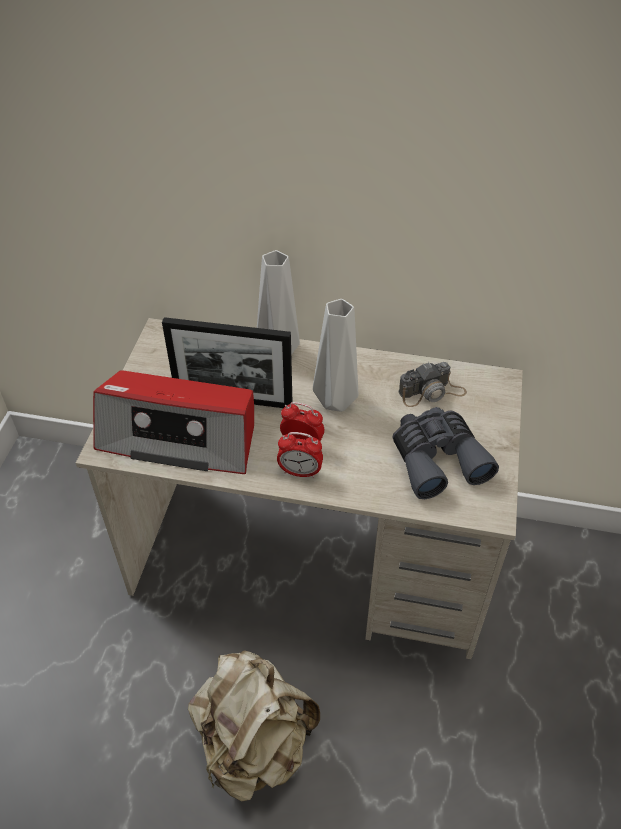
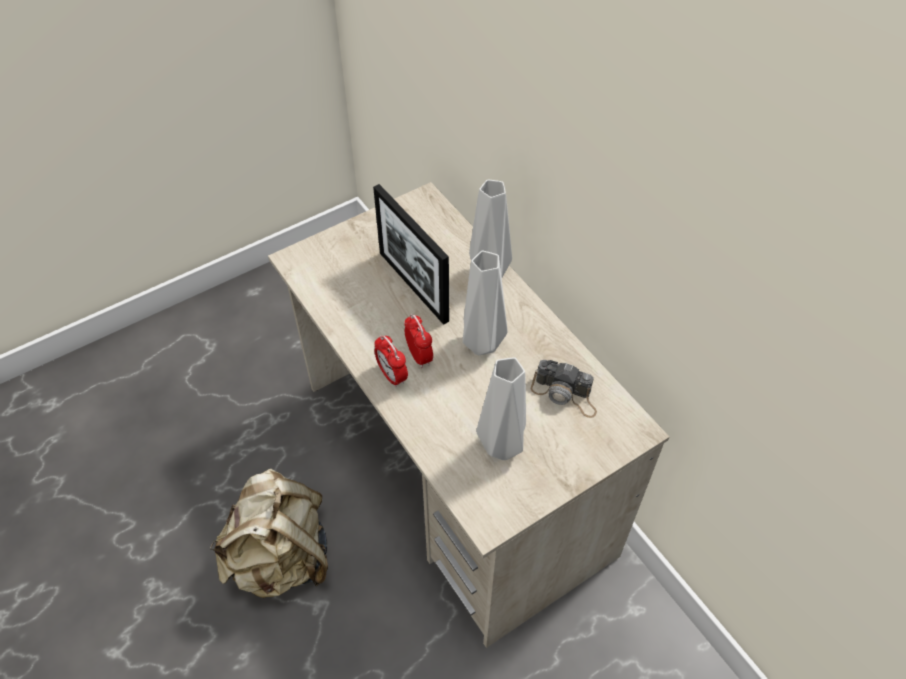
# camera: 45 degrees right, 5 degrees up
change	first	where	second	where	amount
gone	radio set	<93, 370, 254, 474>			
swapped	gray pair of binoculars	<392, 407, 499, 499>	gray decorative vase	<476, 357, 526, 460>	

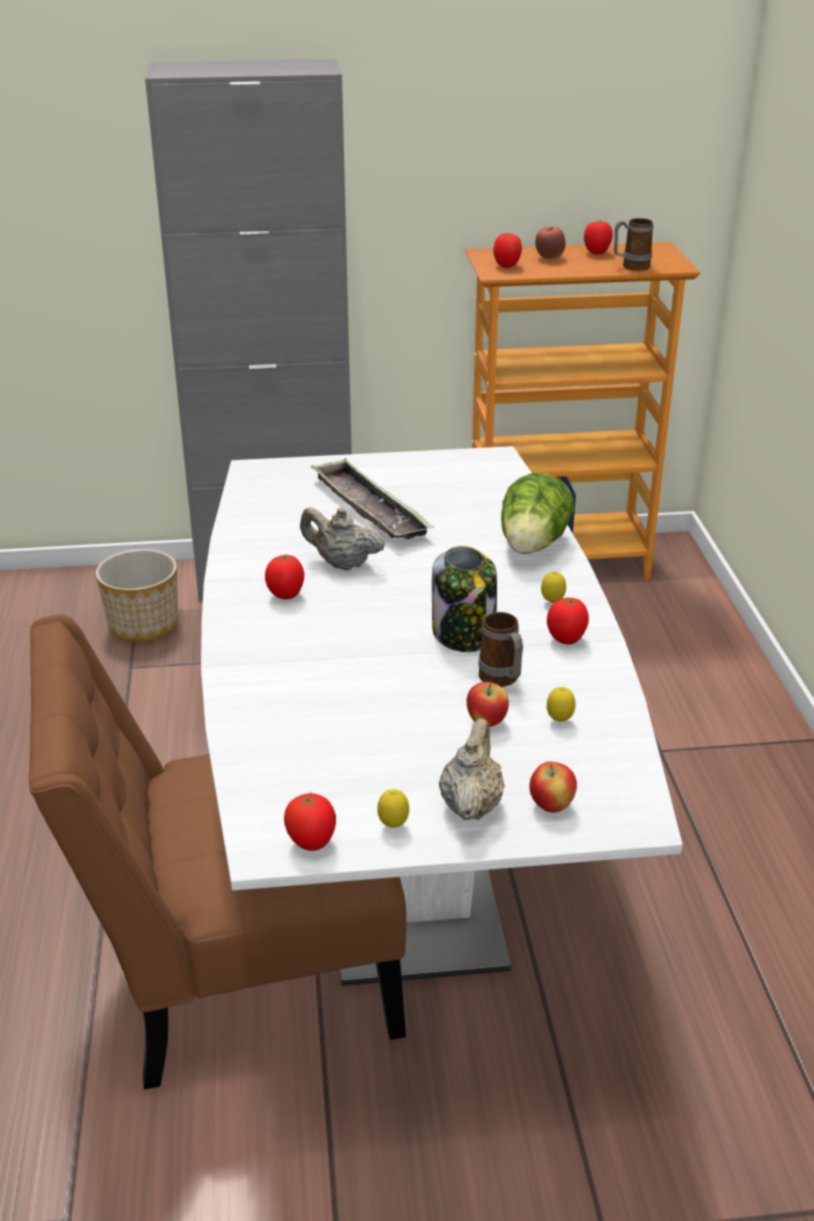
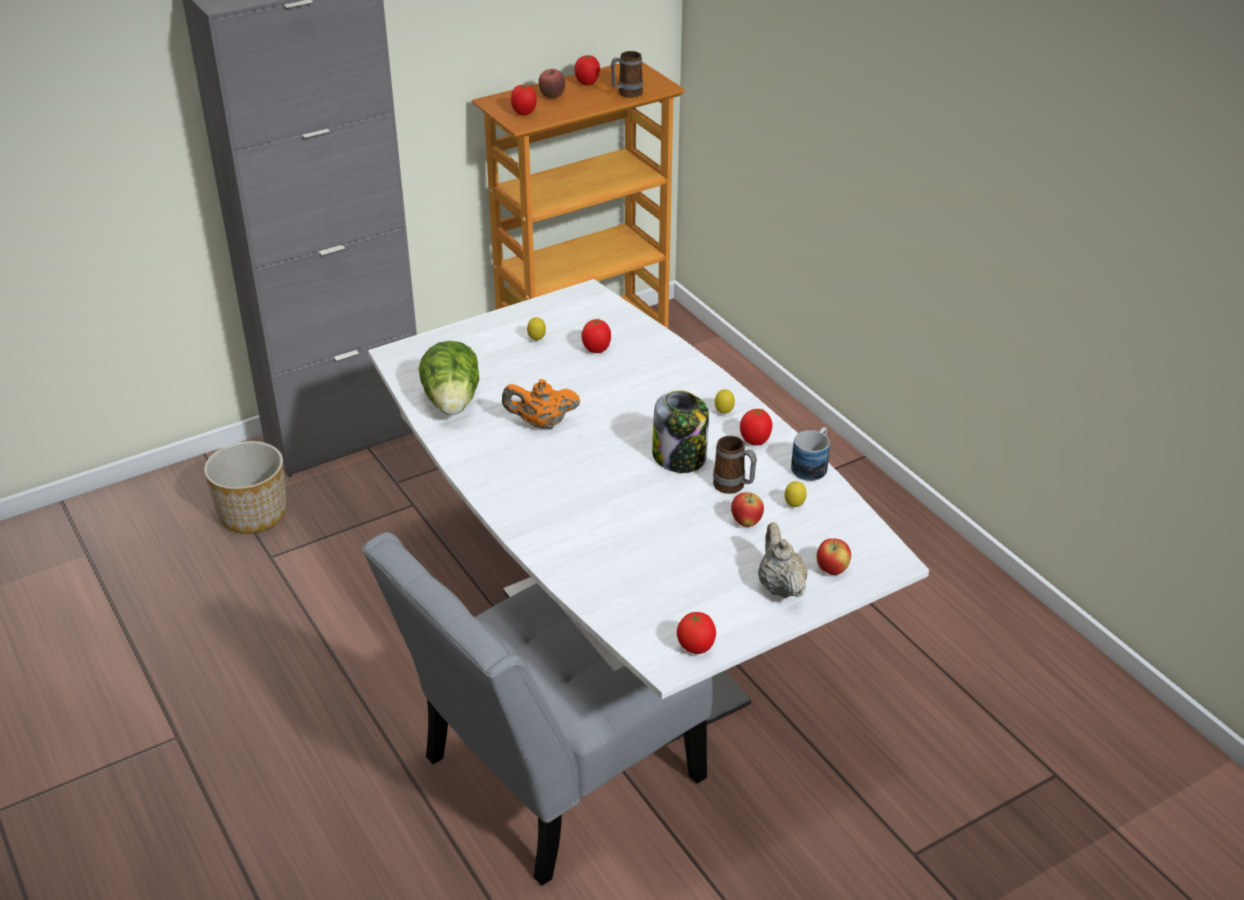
# camera: 25 degrees left, 5 degrees up
change	first	where	second	where	amount
gone	carrying tray	<311, 458, 434, 539>			
shifted	lettuce	<501, 473, 574, 554>		<419, 341, 479, 415>	
repainted	beige-coloured teapot	<300, 507, 385, 571>	orange teapot	<502, 379, 580, 429>	
shifted	tomato	<265, 555, 304, 599>		<581, 319, 611, 353>	
repainted	brownish plain chair	<29, 614, 406, 1090>	gray plain chair	<362, 532, 713, 886>	
shifted	lemon	<377, 789, 409, 828>		<527, 317, 546, 341>	
new			coffee mug	<791, 427, 830, 481>	

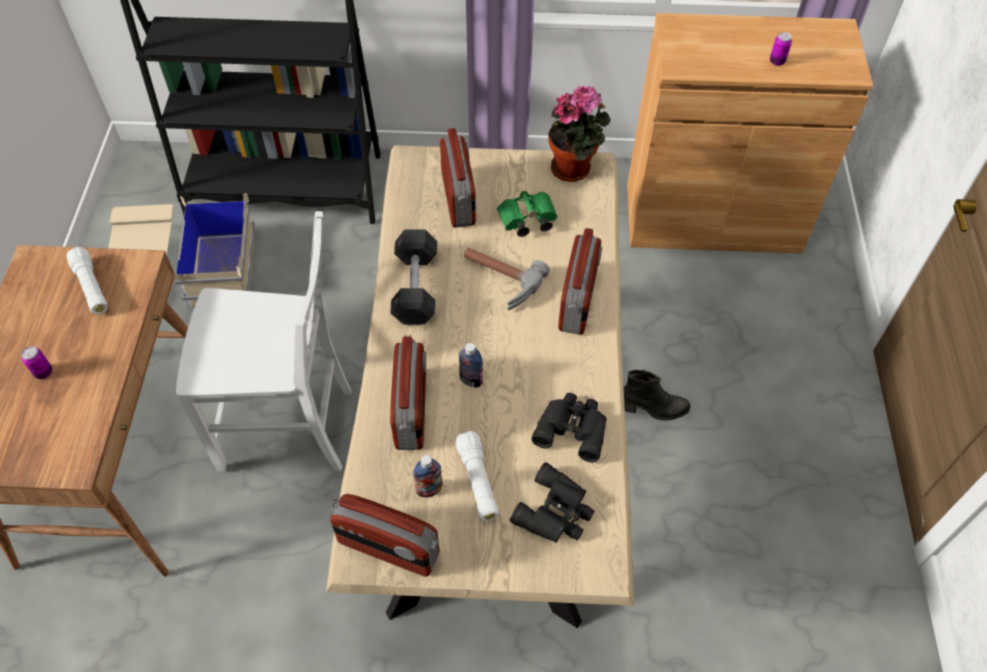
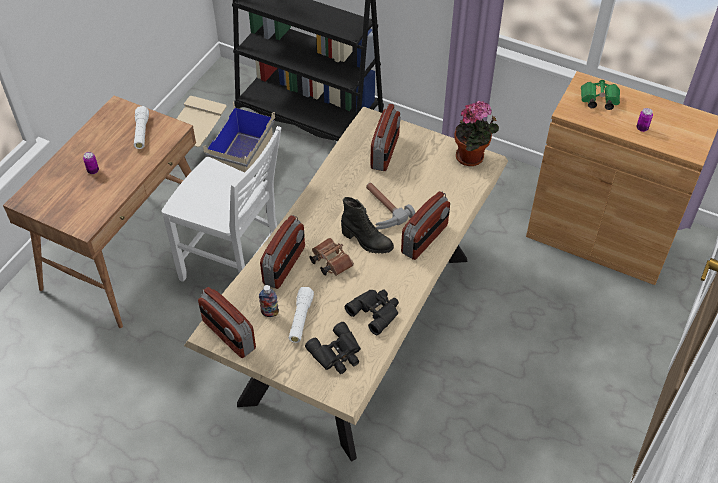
# camera: 25 degrees right, 5 degrees down
change	first	where	second	where	amount
shifted	green pair of binoculars	<497, 190, 558, 237>		<581, 79, 620, 110>	
gone	gray hand weight	<390, 229, 437, 325>			
swapped	beverage bottle	<459, 343, 483, 387>	brownish pair of binoculars	<309, 238, 354, 276>	
shifted	blackish boot	<624, 370, 691, 421>		<341, 197, 394, 254>	

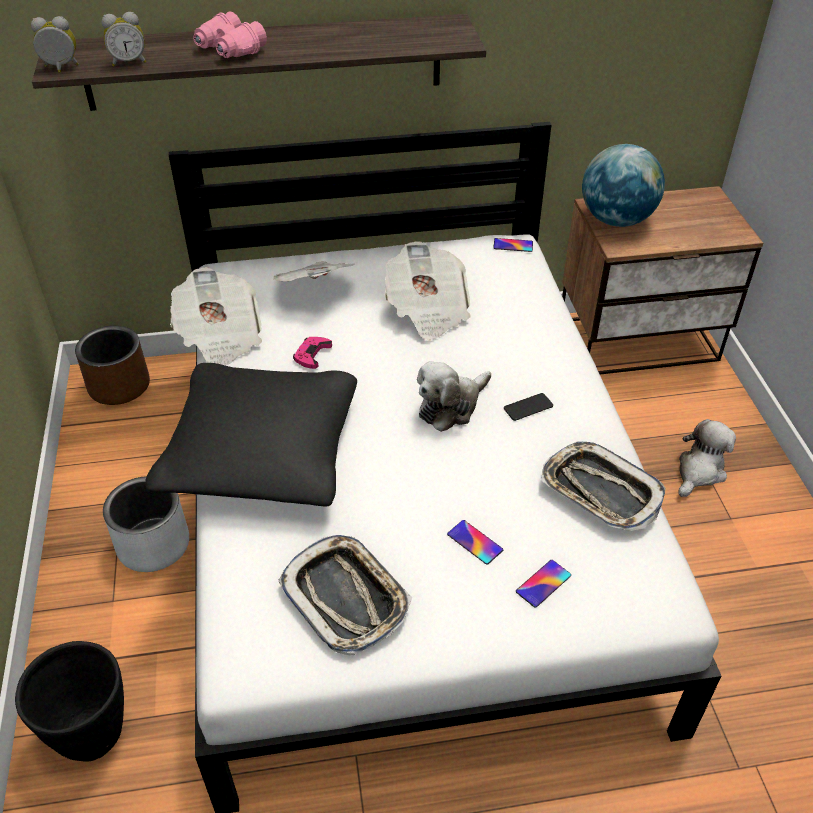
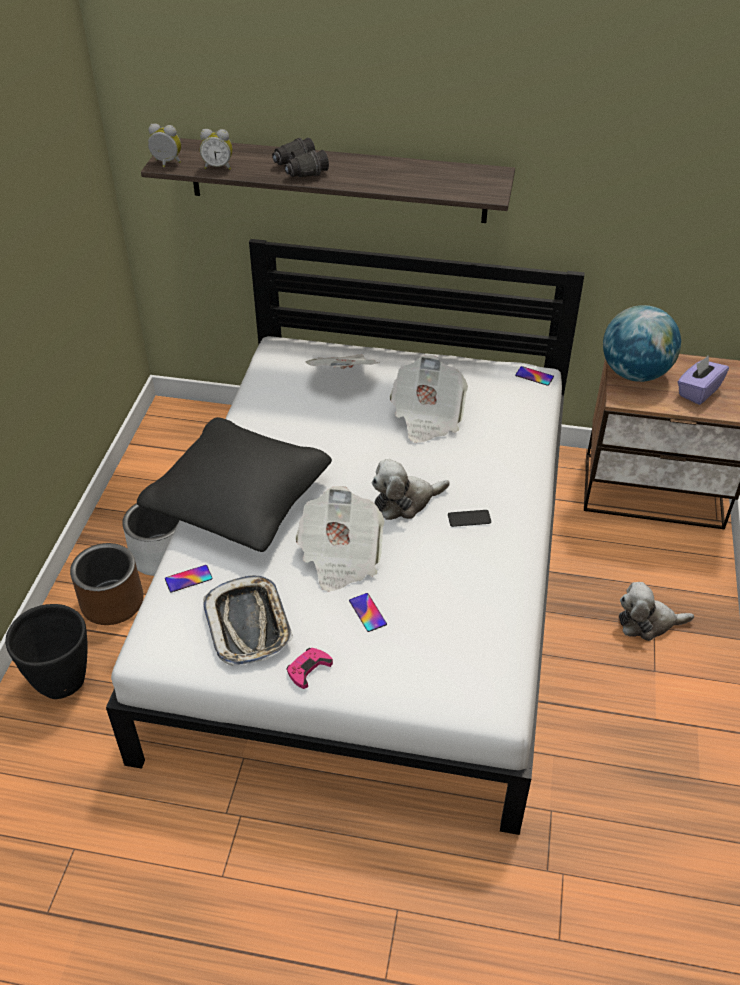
# camera: 20 degrees right, 0 degrees up
change	first	where	second	where	amount
repainted	pink pair of binoculars	<193, 12, 267, 58>	blackish pair of binoculars	<272, 138, 329, 177>	
shifted	newspaper	<170, 267, 262, 366>		<295, 486, 385, 592>	
shifted	brownish planter	<75, 326, 150, 405>		<70, 543, 144, 625>	
shifted	pink gamepad	<293, 337, 332, 369>		<286, 648, 333, 689>	
rotated	soft toy	<678, 419, 736, 497>		<619, 582, 694, 641>	150 degrees counterclockwise
gone	carrying tray	<542, 441, 666, 531>			
shifted	telephone	<516, 560, 571, 608>		<165, 565, 213, 592>	
new			purple-coloured box of tissues	<678, 355, 729, 405>	

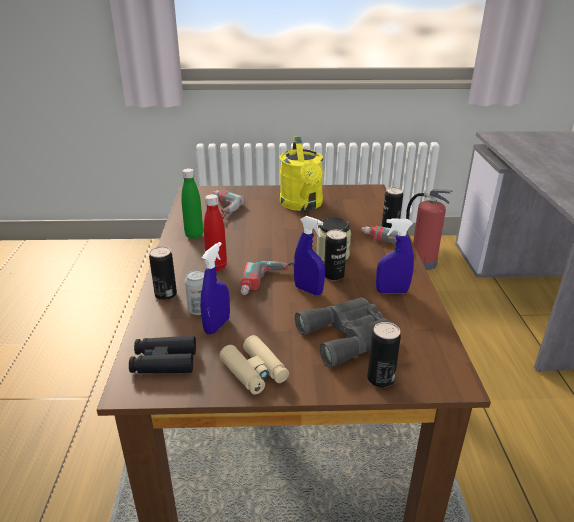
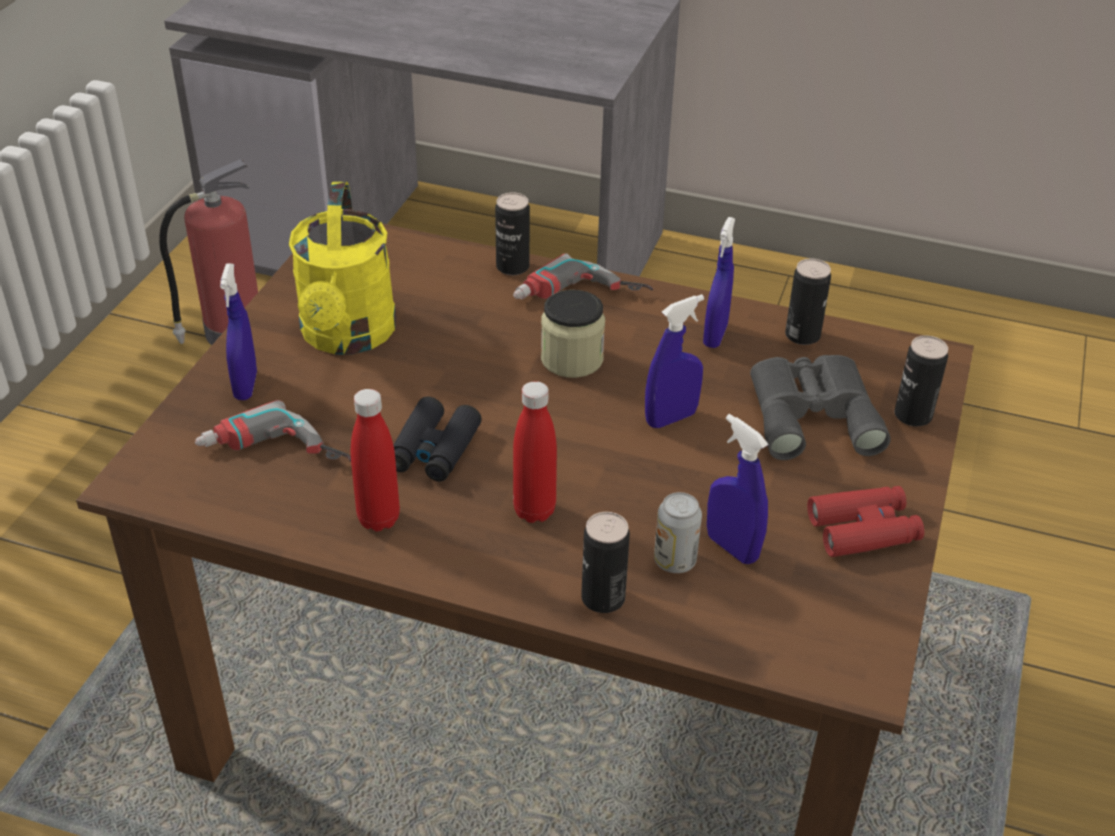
# camera: 70 degrees left, 10 degrees up
change	first	where	second	where	amount
rotated	yellow-coloured watering pot	<280, 137, 323, 211>		<289, 182, 396, 355>	75 degrees clockwise
repainted	green beverage bottle	<181, 168, 203, 239>	red-coloured beverage bottle	<351, 389, 400, 531>	
shifted	metal can	<324, 230, 347, 281>		<785, 259, 831, 345>	
gone	electric drill	<240, 261, 294, 295>			
repainted	beige-coloured pair of binoculars	<220, 335, 289, 394>	red-coloured pair of binoculars	<807, 486, 924, 557>	
shifted	blackish pair of binoculars	<129, 336, 196, 373>		<394, 397, 482, 482>	
new			blue-coloured spray bottle	<220, 263, 257, 400>	

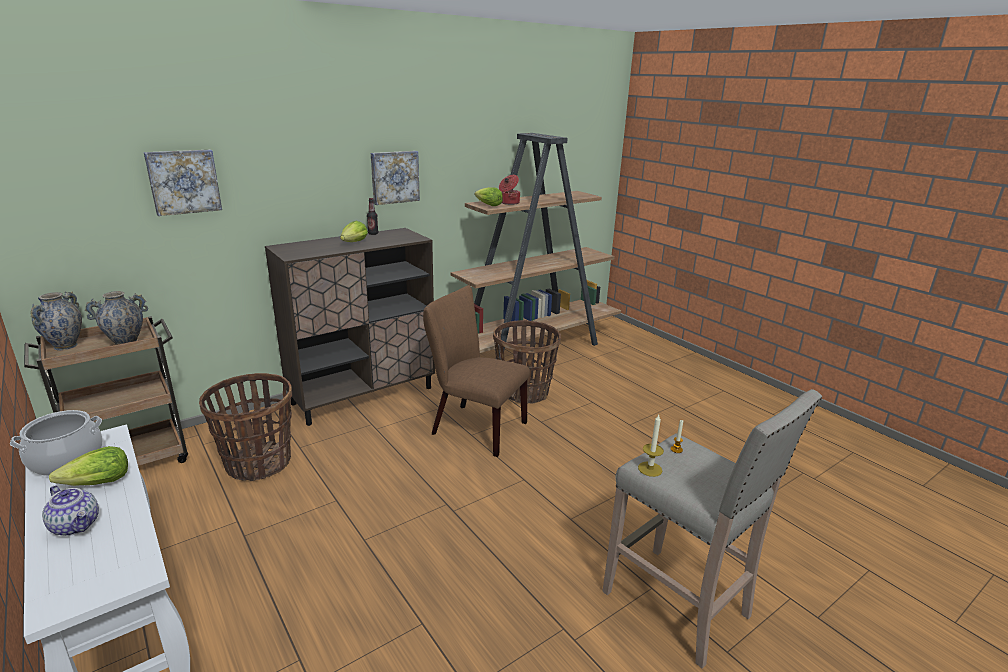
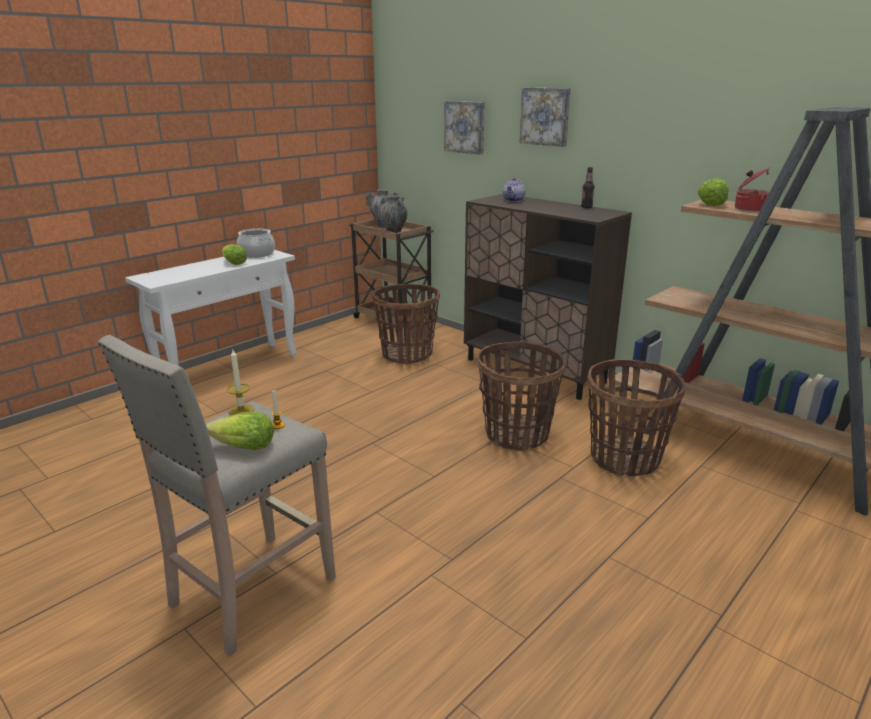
# camera: 80 degrees right, 0 degrees up
change	first	where	second	where	amount
shifted	wall art	<371, 151, 420, 205>		<520, 88, 571, 147>	
shifted	lettuce	<340, 221, 368, 242>		<206, 412, 274, 450>	
swapped	brownish plain chair	<423, 285, 530, 457>	storage basket	<476, 342, 566, 451>	
shifted	teapot	<42, 485, 99, 536>		<503, 178, 526, 202>	

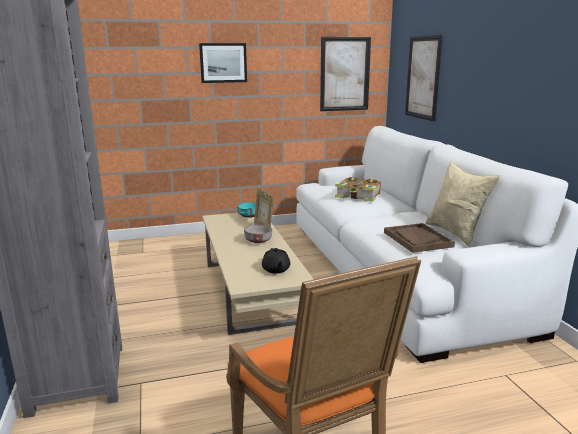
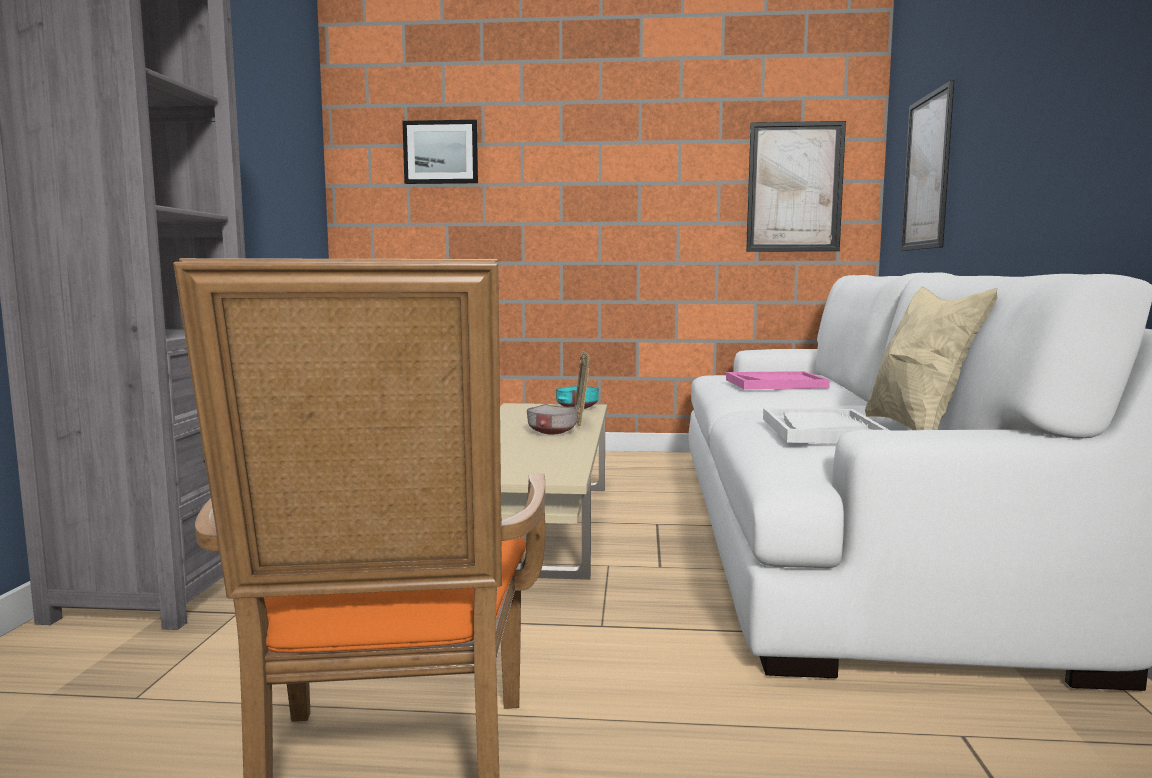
# camera: 20 degrees right, 10 degrees down
change	first	where	second	where	amount
shifted	wall art	<199, 43, 247, 83>		<402, 120, 478, 184>	
swapped	volume	<335, 177, 381, 202>	pink carrying tray	<726, 371, 830, 389>	
repainted	brownish carrying tray	<384, 223, 455, 253>	white carrying tray	<763, 408, 889, 443>	
gone	blackish teapot	<262, 248, 290, 273>			

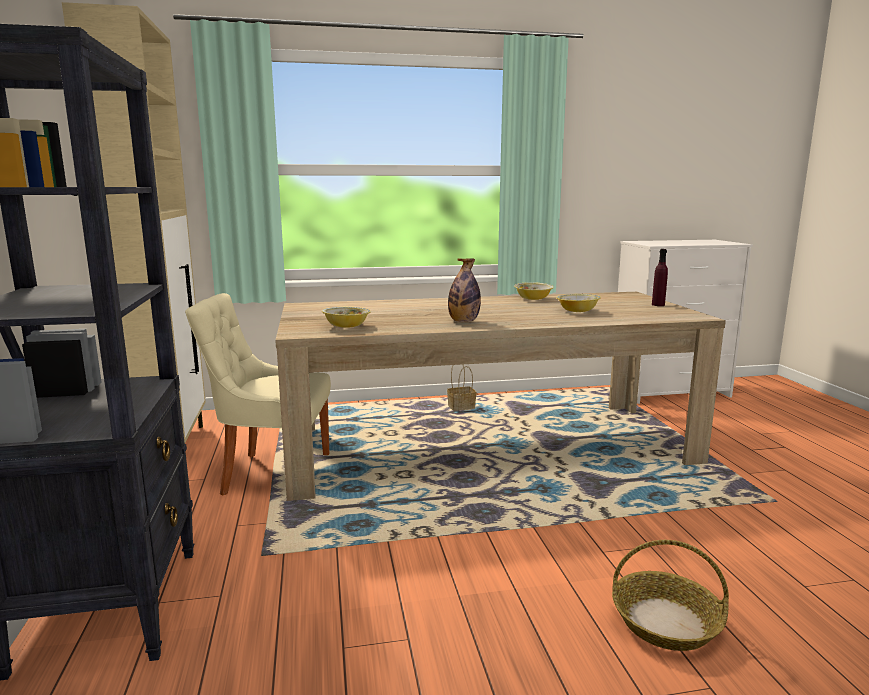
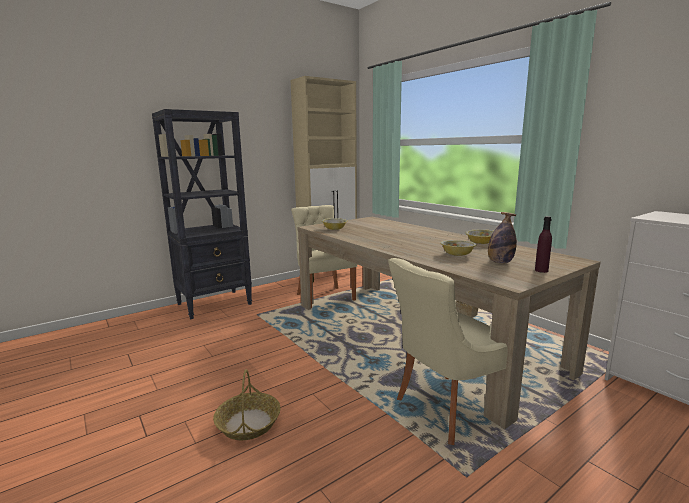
# camera: 65 degrees right, 0 degrees up
change	first	where	second	where	amount
shifted	beverage bottle	<448, 258, 481, 322>		<488, 212, 517, 264>	
new			beige-coloured plain chair	<388, 258, 508, 445>	

